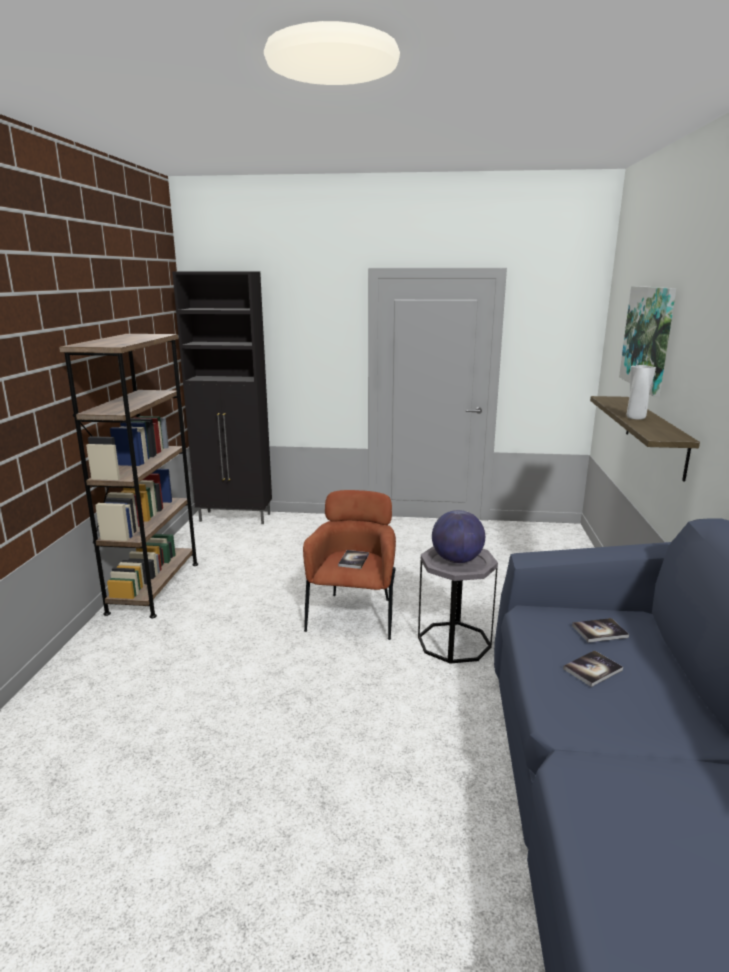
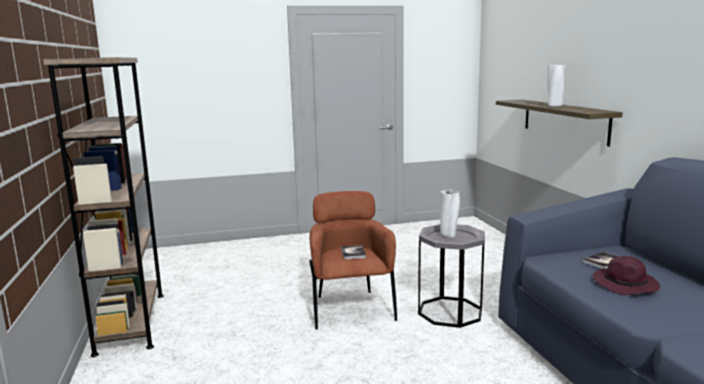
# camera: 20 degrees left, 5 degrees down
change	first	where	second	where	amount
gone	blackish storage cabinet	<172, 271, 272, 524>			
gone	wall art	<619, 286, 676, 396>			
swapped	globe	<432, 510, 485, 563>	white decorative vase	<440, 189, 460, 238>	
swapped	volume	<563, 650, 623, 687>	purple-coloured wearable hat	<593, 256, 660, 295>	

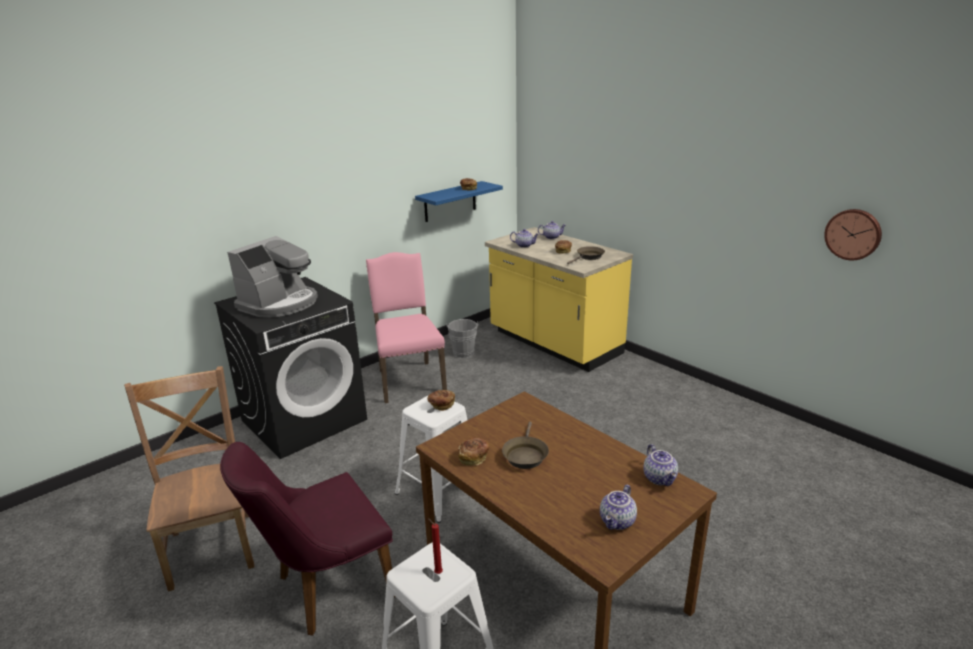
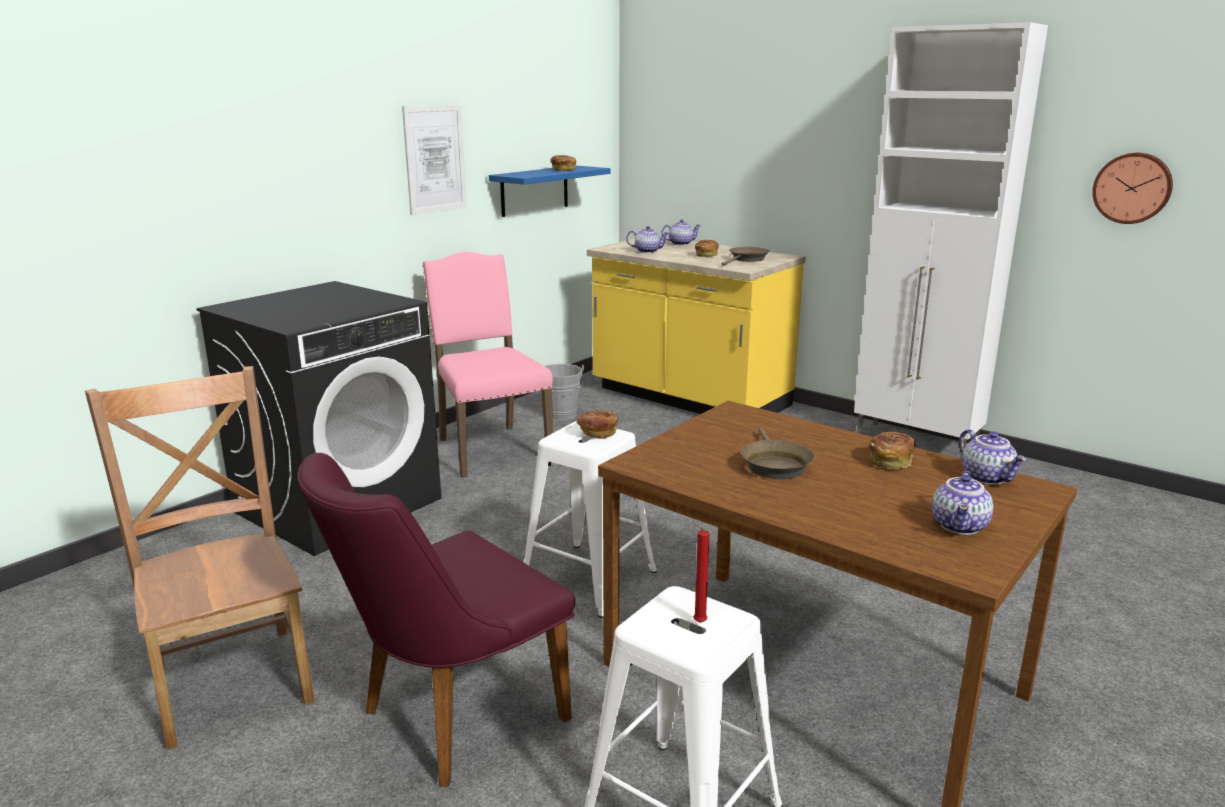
# camera: 10 degrees left, 5 degrees down
change	first	where	second	where	amount
gone	coffee maker	<227, 236, 318, 318>			
shifted	bread	<458, 438, 490, 466>		<869, 432, 916, 469>	
new			white storage cabinet	<854, 22, 1048, 459>	
new			wall art	<402, 105, 467, 215>	

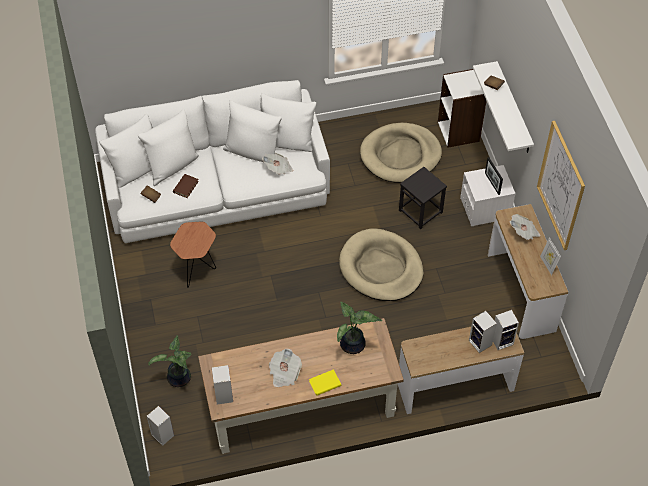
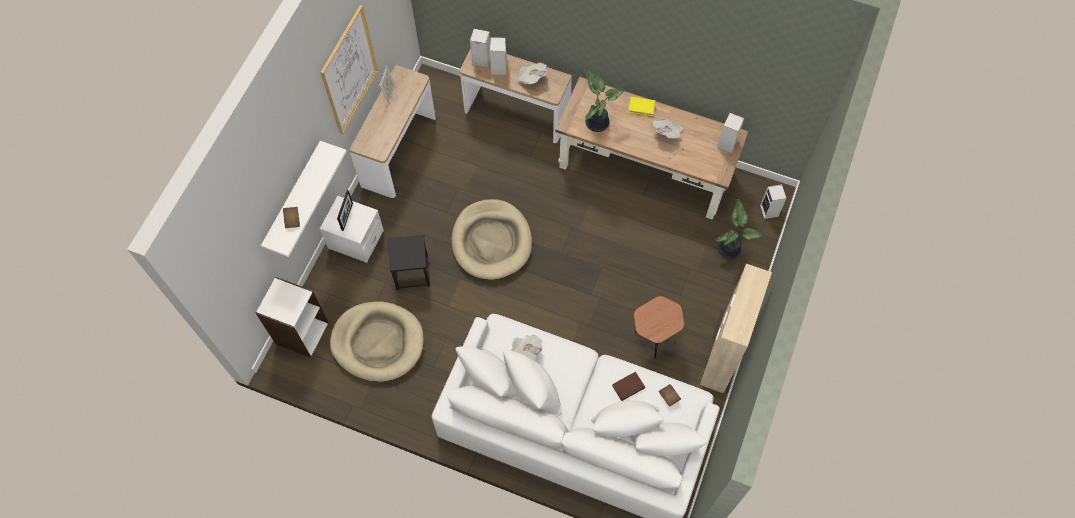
# camera: 145 degrees left, 10 degrees up
change	first	where	second	where	amount
shifted	newspaper	<510, 214, 540, 240>		<517, 63, 547, 84>	
new			beige-coloured storage cabinet	<700, 264, 772, 393>	

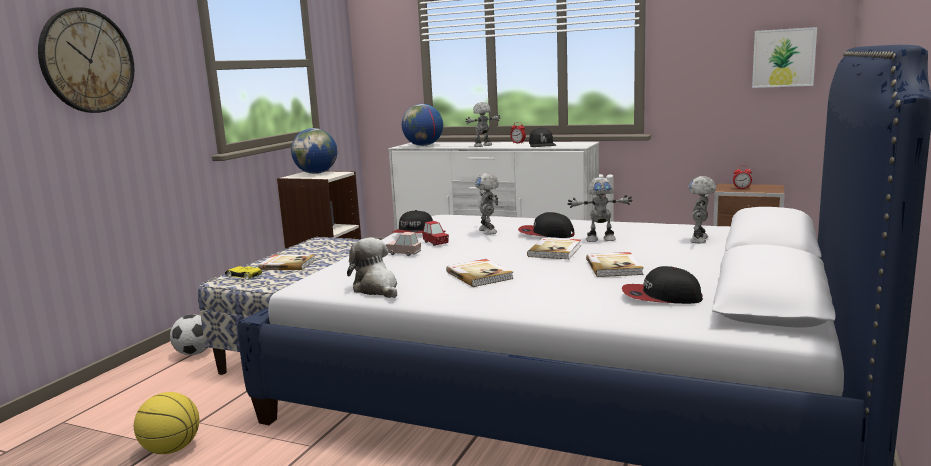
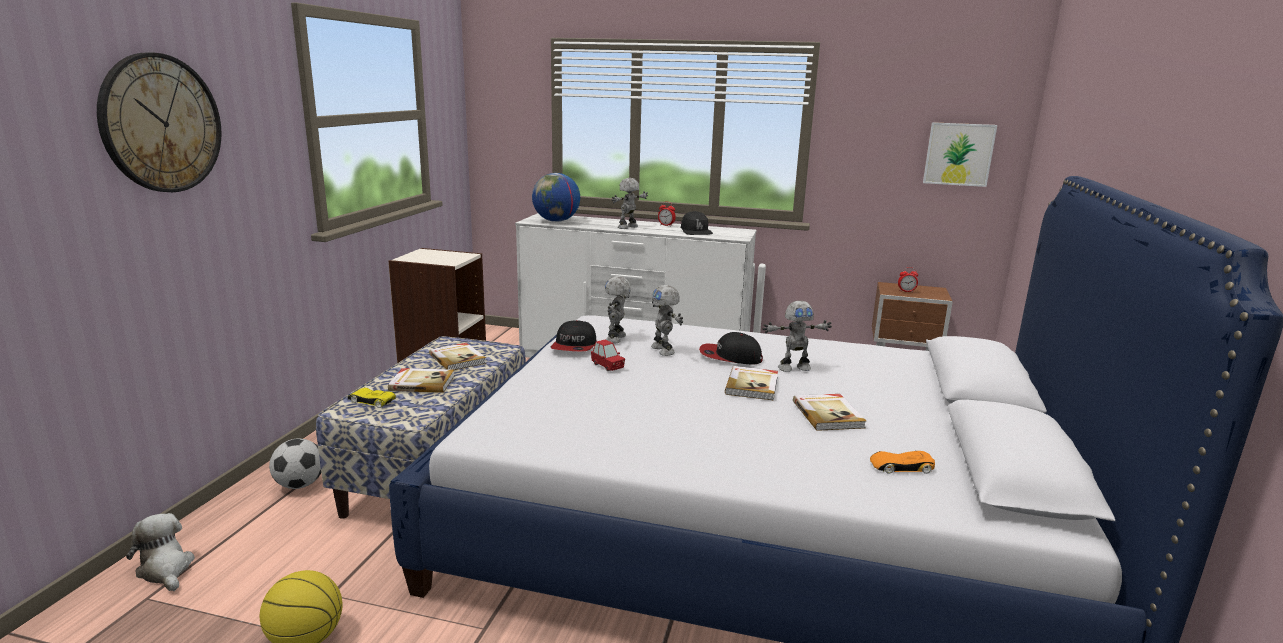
# camera: 10 degrees left, 5 degrees up
change	first	where	second	where	amount
gone	globe	<291, 128, 337, 174>			
shifted	robot figure	<689, 176, 716, 243>		<605, 276, 631, 343>	
gone	pink miniature car	<386, 232, 421, 256>			
shifted	soft toy	<347, 237, 397, 298>		<126, 513, 195, 591>	
shifted	volume	<446, 259, 514, 287>		<429, 343, 486, 370>	
swapped	cap	<622, 266, 703, 304>	orange miniature car	<870, 451, 935, 474>	

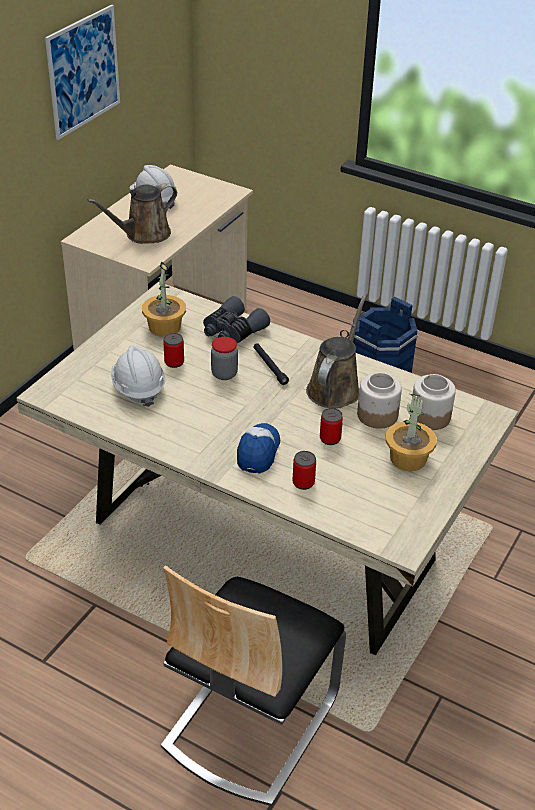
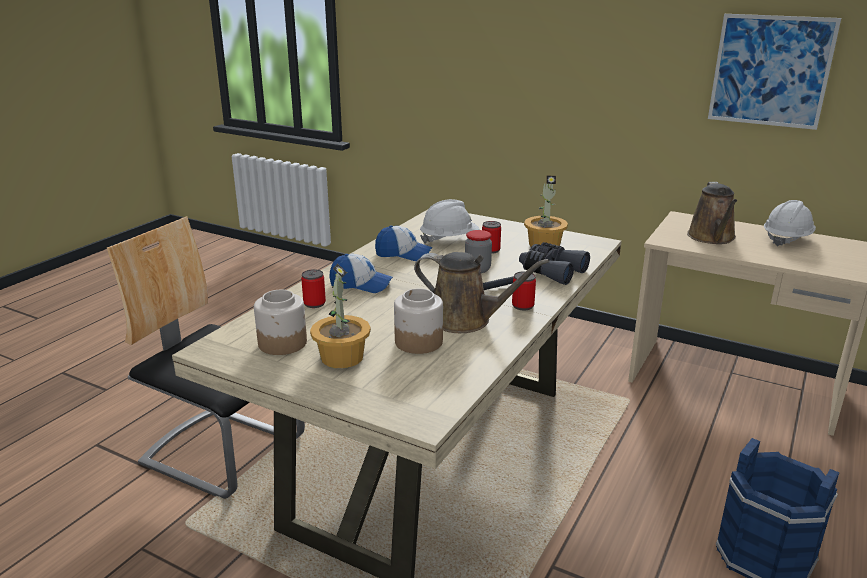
# camera: 90 degrees right, 15 degrees down
change	first	where	second	where	amount
rotated	brownish watering pot	<87, 183, 177, 244>		<687, 182, 737, 244>	135 degrees counterclockwise
shifted	jar	<410, 374, 456, 430>		<254, 290, 307, 355>	
shifted	metal can	<320, 408, 343, 445>		<512, 271, 536, 310>	
new			cap	<375, 225, 433, 261>	

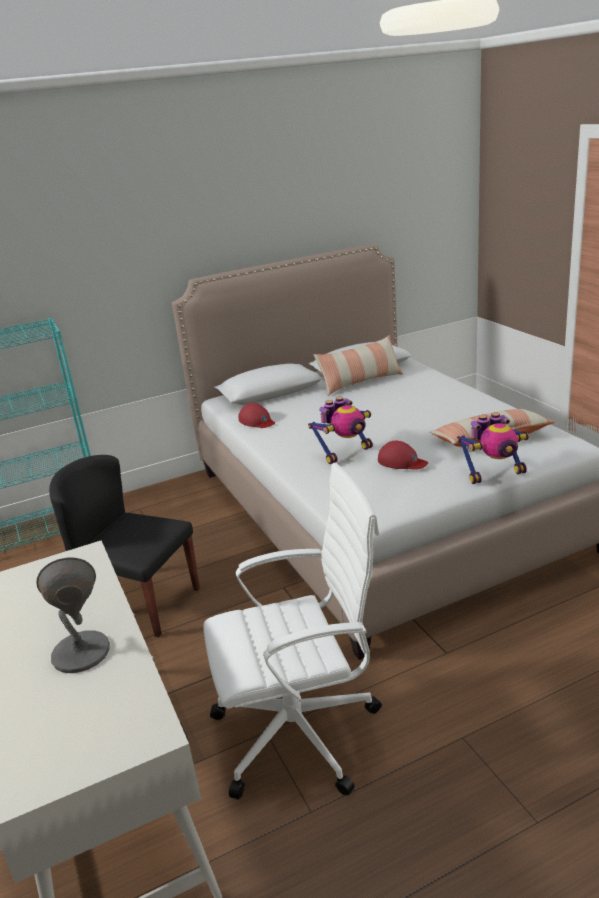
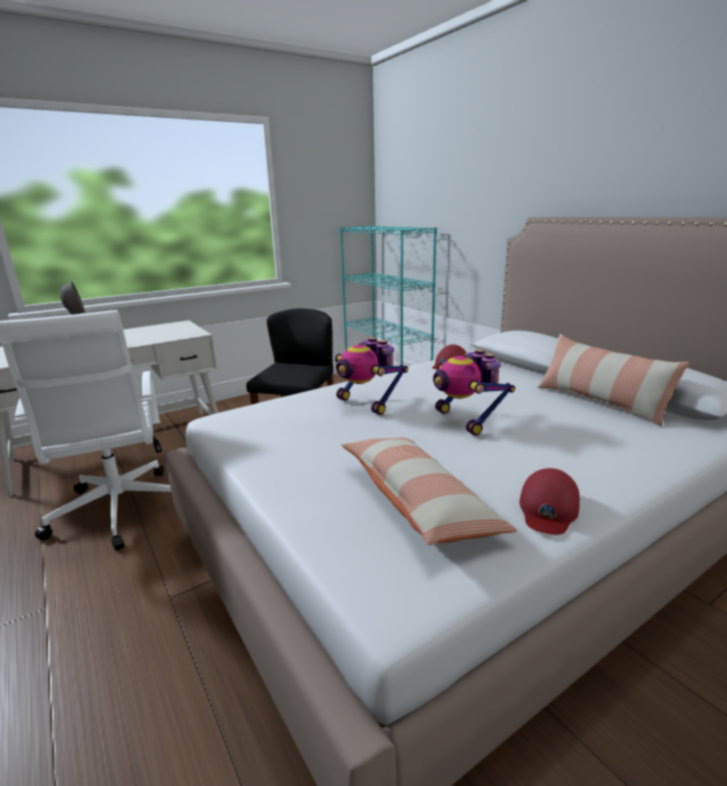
# camera: 80 degrees right, 5 degrees down
change	first	where	second	where	amount
shifted	robot figure	<457, 412, 529, 484>		<433, 349, 515, 436>	
shifted	red-coloured cap	<378, 441, 428, 470>		<520, 468, 580, 535>	

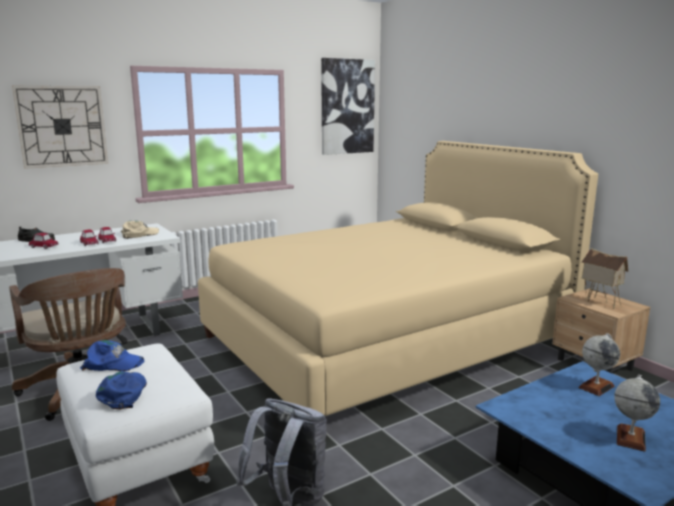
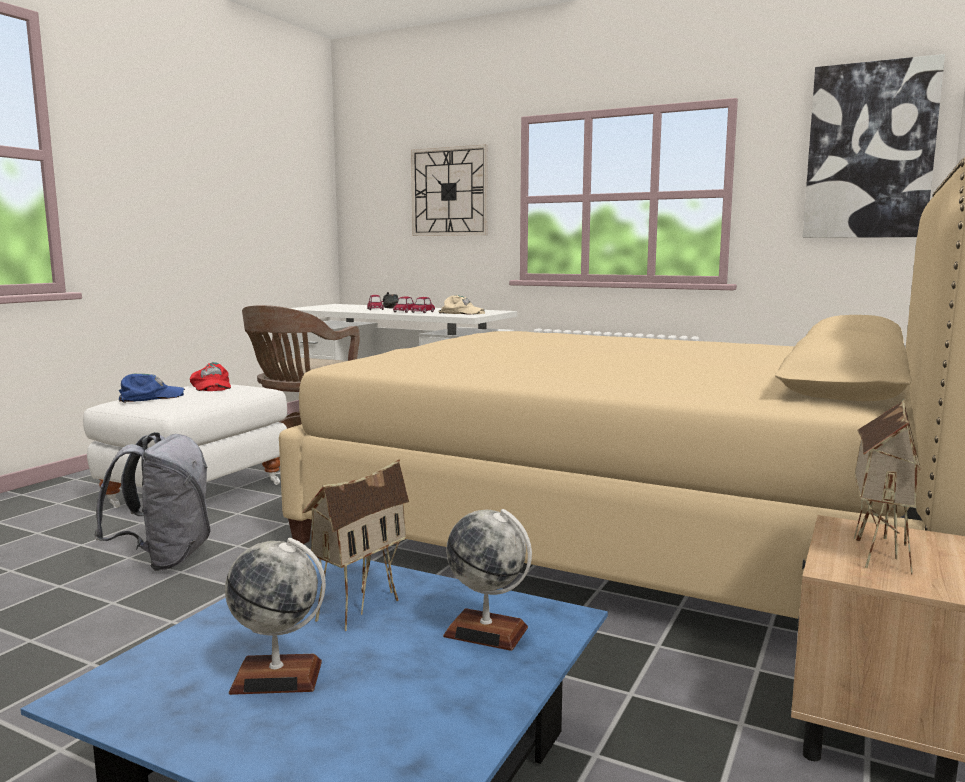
# camera: 60 degrees right, 5 degrees down
change	first	where	second	where	amount
repainted	blue-coloured cap	<80, 340, 145, 371>	red-coloured cap	<190, 362, 231, 391>	
new			model house	<302, 459, 409, 631>	

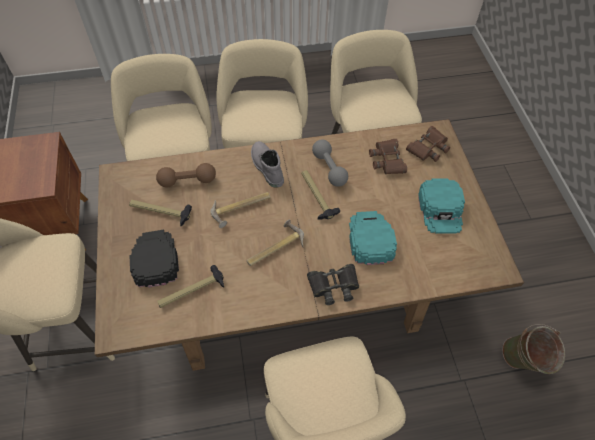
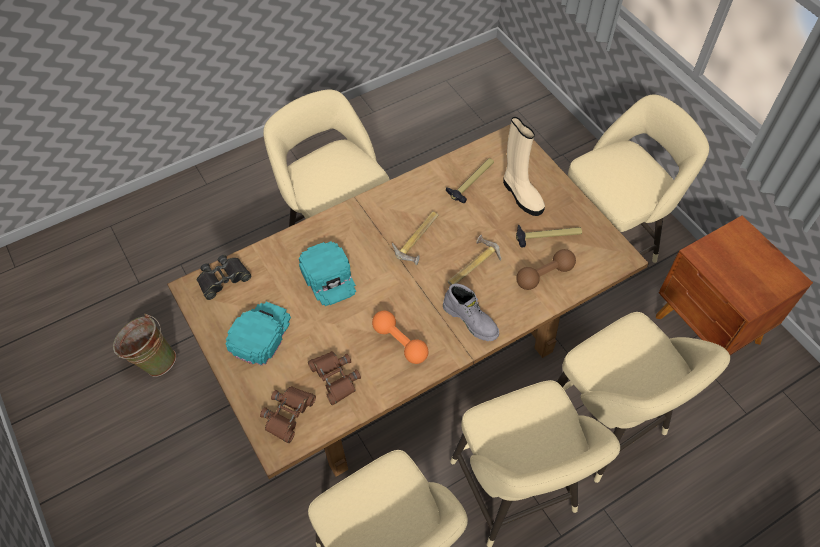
# camera: 160 degrees right, 0 degrees up
change	first	where	second	where	amount
repainted	gray hand weight	<312, 139, 348, 187>	orange hand weight	<372, 311, 428, 364>	
gone	hand hammer	<301, 170, 340, 220>			
rotated	turquoise cap	<418, 179, 465, 233>		<225, 301, 291, 366>	45 degrees clockwise
swapped	blackish cap	<129, 230, 179, 288>	beige-coloured boot	<503, 117, 545, 216>	
shifted	blackish pair of binoculars	<307, 264, 359, 305>		<197, 255, 251, 300>	

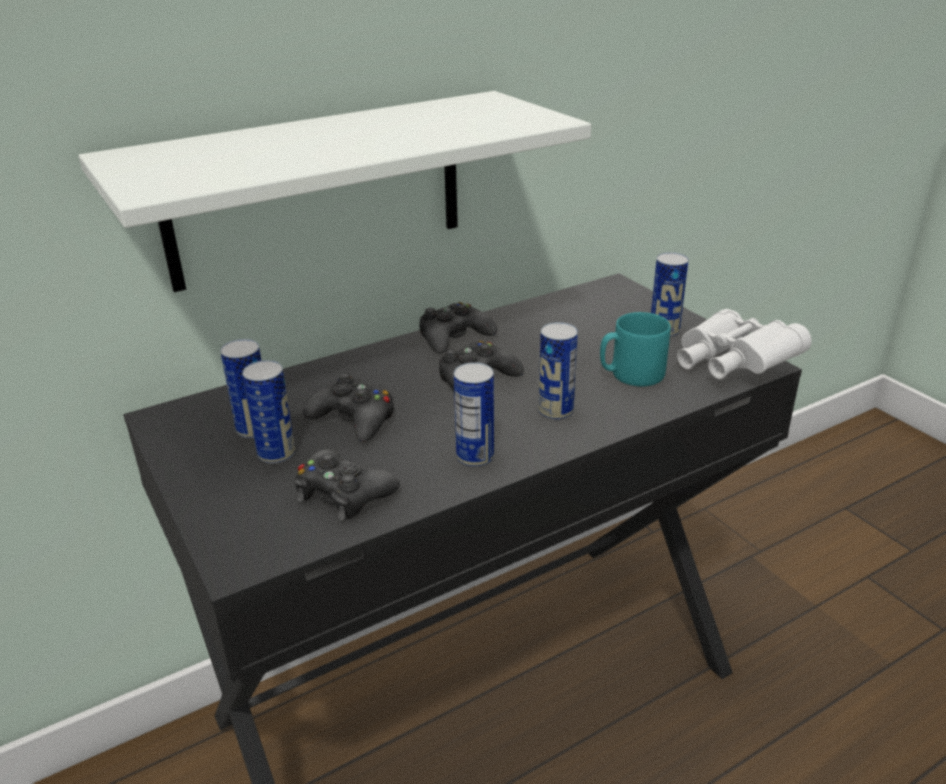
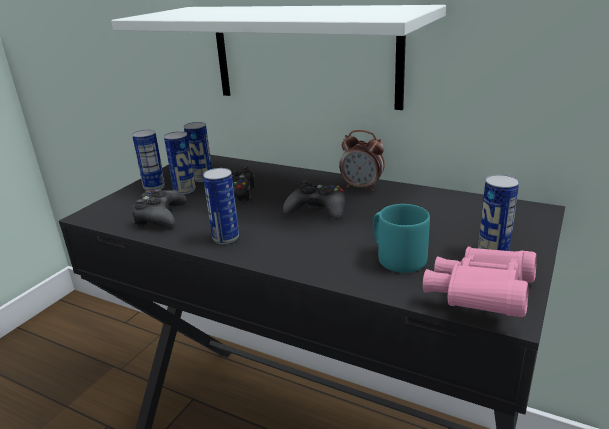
# camera: 60 degrees right, 5 degrees down
change	first	where	second	where	amount
swapped	blackish gamepad	<420, 302, 497, 354>	table clock	<339, 130, 385, 191>	
repainted	white pair of binoculars	<677, 309, 812, 379>	pink pair of binoculars	<423, 247, 537, 317>	
shifted	metal can	<538, 322, 578, 420>		<132, 130, 165, 191>	

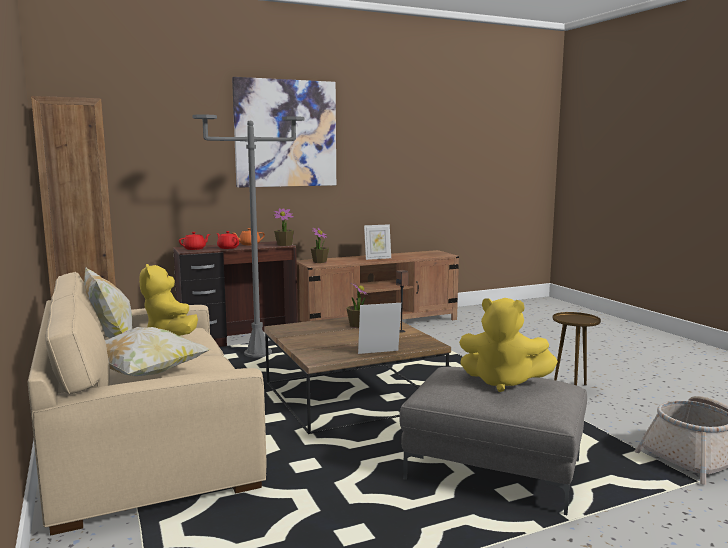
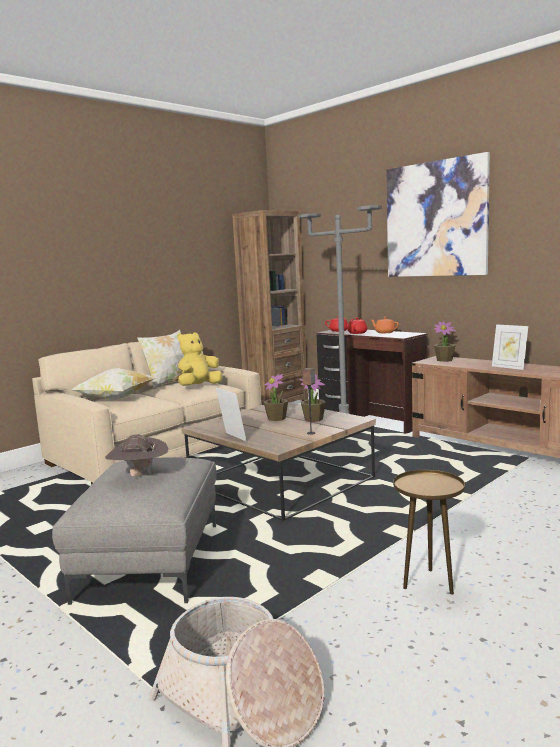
# camera: 70 degrees right, 0 degrees up
change	first	where	second	where	amount
shifted	potted plant	<274, 208, 294, 246>		<263, 373, 288, 421>	
swapped	yellow-coloured soft toy	<459, 298, 558, 392>	brownish wearable hat	<105, 435, 168, 477>	

